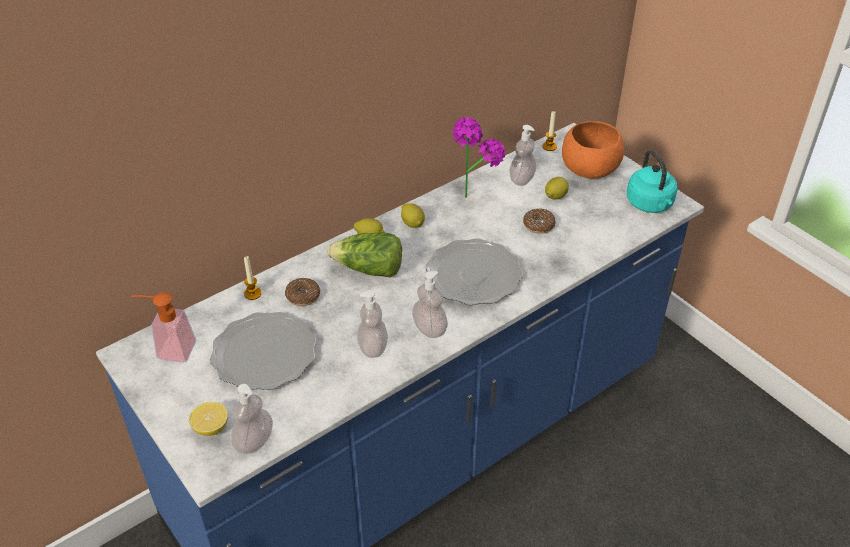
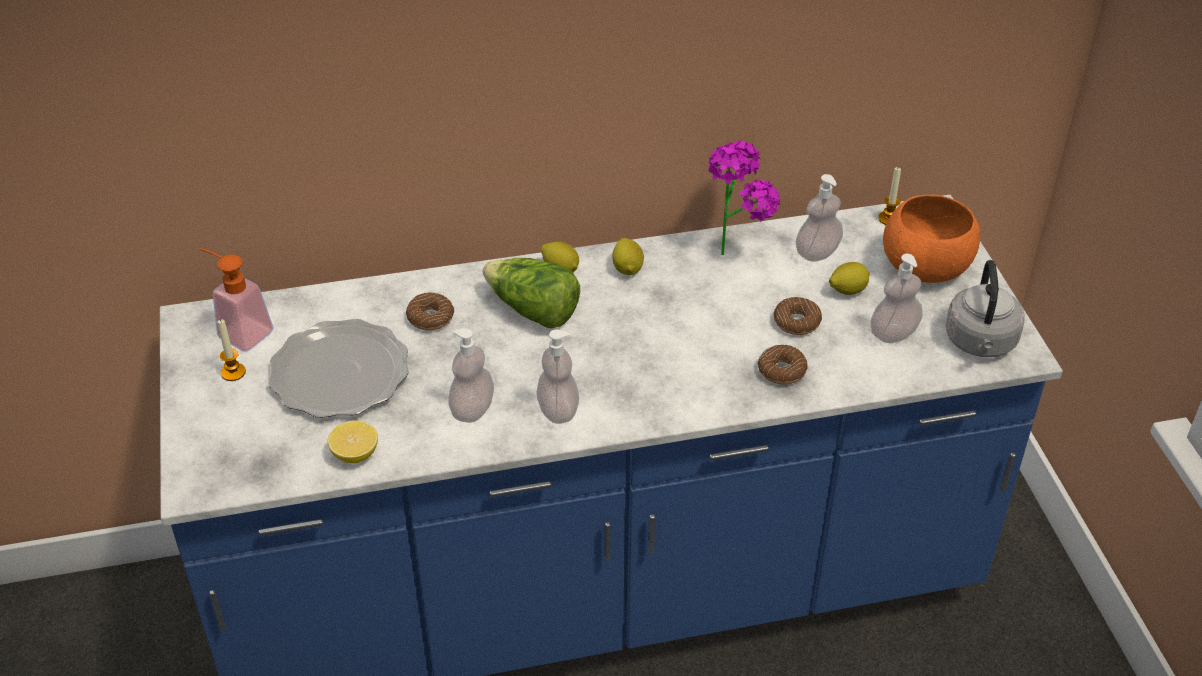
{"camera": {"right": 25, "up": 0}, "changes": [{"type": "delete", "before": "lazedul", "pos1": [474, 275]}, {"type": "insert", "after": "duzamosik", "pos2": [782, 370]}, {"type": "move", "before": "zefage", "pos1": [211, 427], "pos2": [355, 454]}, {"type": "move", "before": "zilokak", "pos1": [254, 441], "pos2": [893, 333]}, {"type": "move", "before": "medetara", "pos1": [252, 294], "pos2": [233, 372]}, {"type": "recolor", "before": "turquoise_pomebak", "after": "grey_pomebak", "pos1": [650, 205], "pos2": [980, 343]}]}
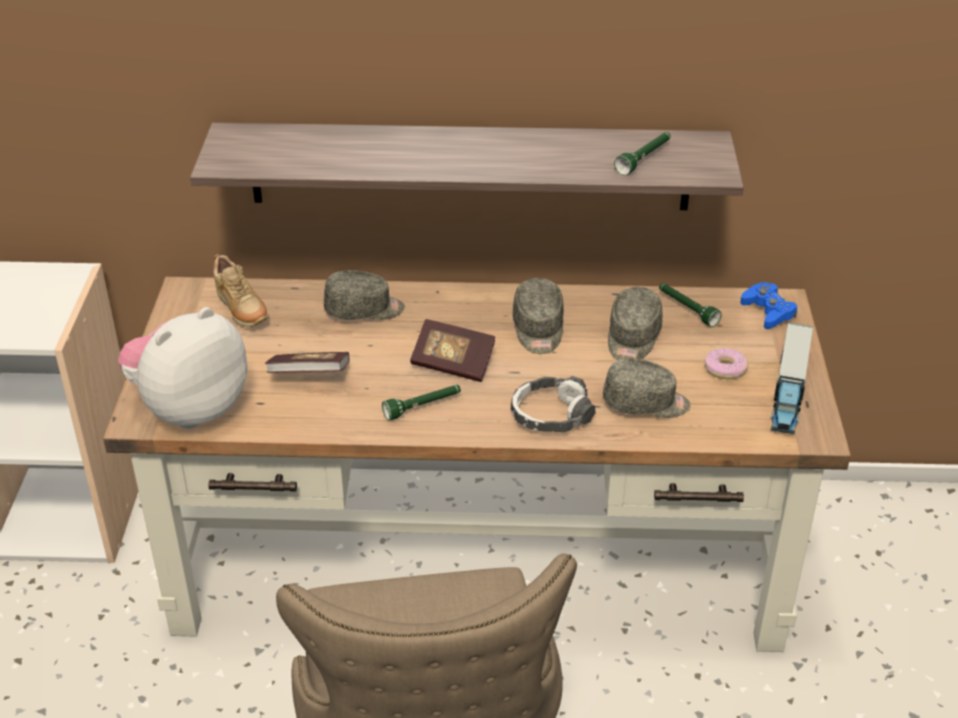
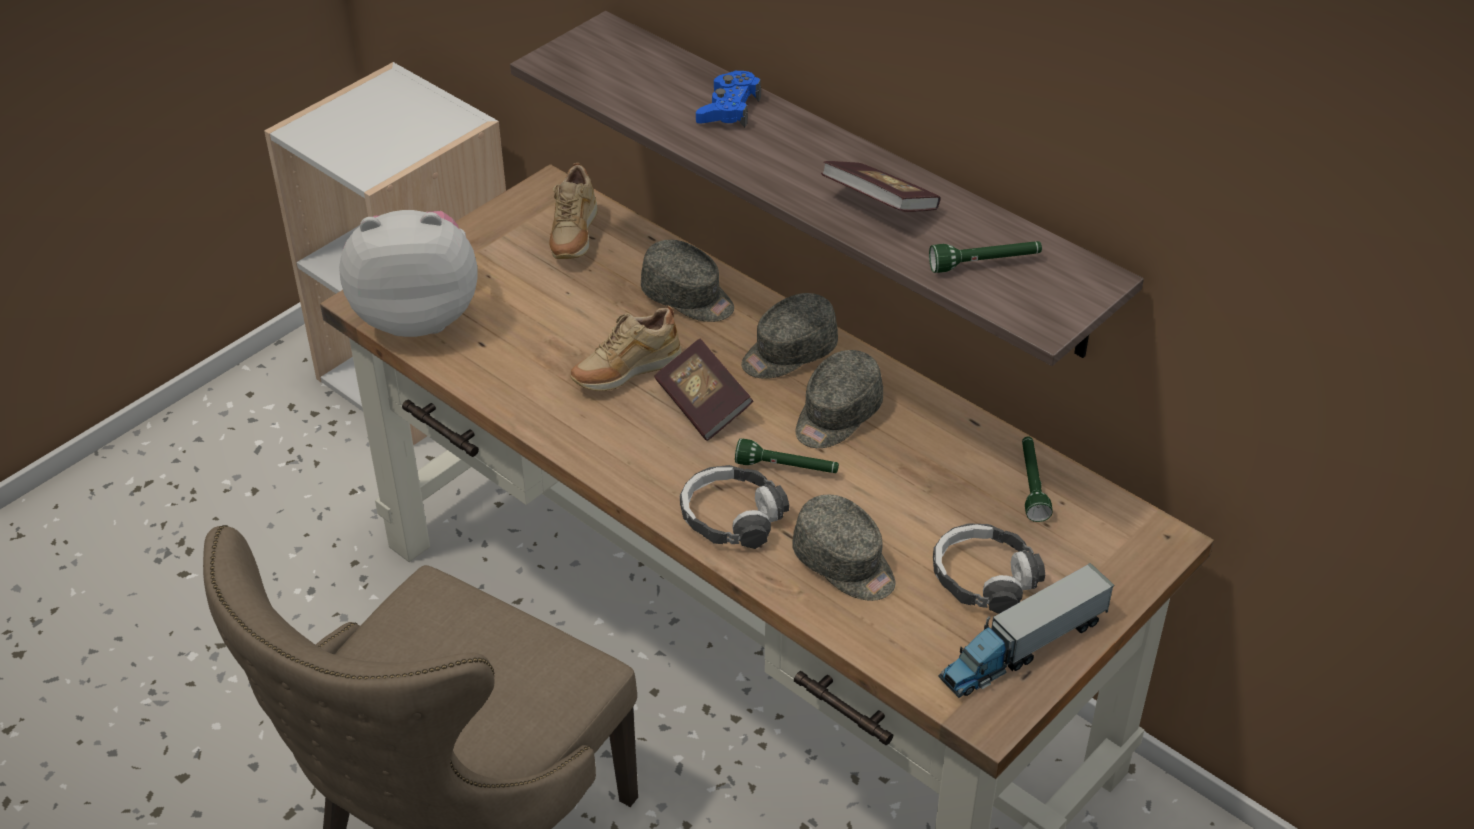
{"camera": {"right": 40, "up": 5}, "changes": [{"type": "insert", "after": "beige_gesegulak", "pos2": [625, 374]}, {"type": "move", "before": "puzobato", "pos1": [309, 376], "pos2": [879, 205]}, {"type": "move", "before": "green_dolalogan", "pos1": [423, 407], "pos2": [787, 468]}, {"type": "move", "before": "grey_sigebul", "pos1": [632, 338], "pos2": [788, 353]}, {"type": "move", "before": "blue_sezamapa", "pos1": [768, 311], "pos2": [729, 109]}, {"type": "replace", "before": "duzamosik", "after": "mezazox", "pos1": [725, 369], "pos2": [984, 578]}]}
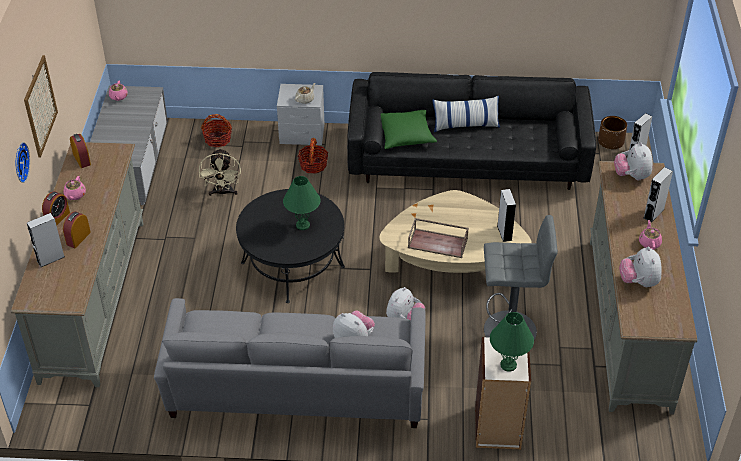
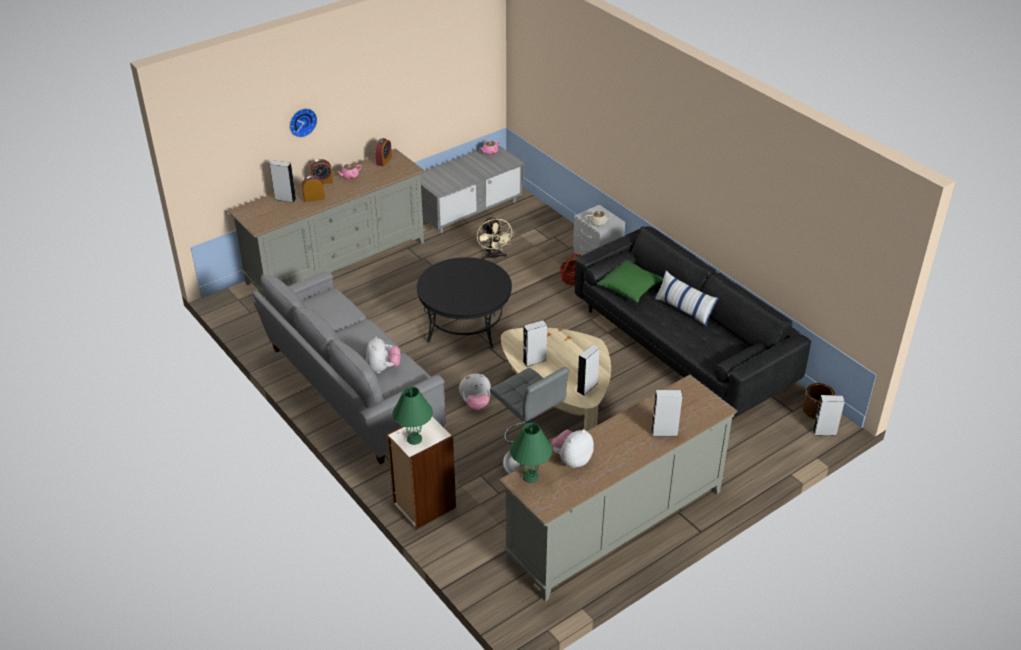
{"camera": {"right": 50, "up": -5}, "changes": [{"type": "delete", "before": "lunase", "pos1": [39, 105]}, {"type": "delete", "before": "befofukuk", "pos1": [218, 139]}, {"type": "delete", "before": "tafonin", "pos1": [631, 176]}, {"type": "delete", "before": "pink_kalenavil", "pos1": [649, 243]}, {"type": "move", "before": "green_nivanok", "pos1": [303, 225], "pos2": [531, 477]}, {"type": "replace", "before": "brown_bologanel", "after": "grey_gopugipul", "pos1": [438, 243], "pos2": [534, 361]}, {"type": "rotate", "before": "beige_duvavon", "pos1": [223, 192], "pos2": [494, 257], "turn": -60}]}
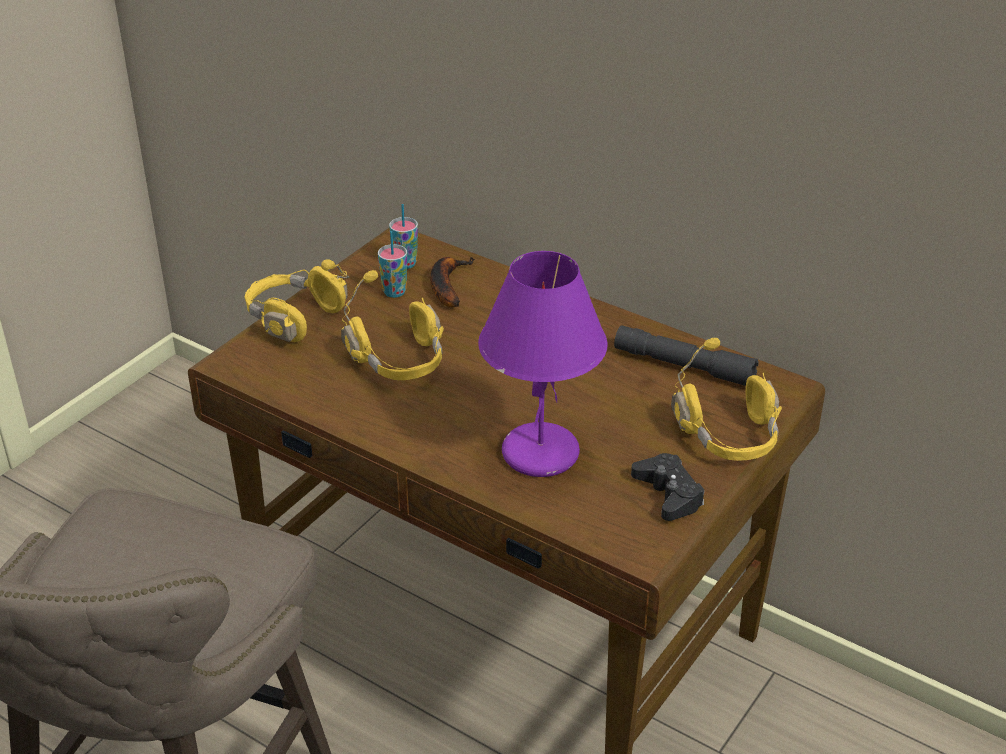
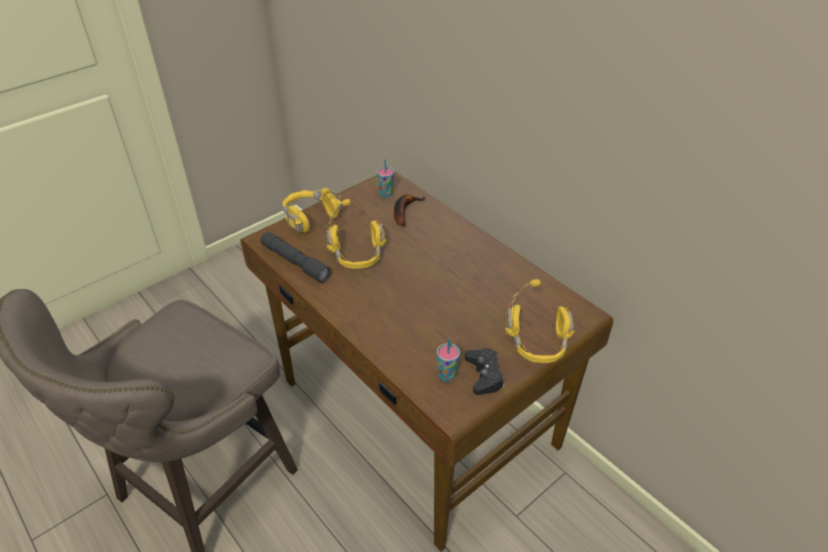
{"camera": {"right": 15, "up": 5}, "changes": [{"type": "delete", "before": "purple_nivanok", "pos1": [539, 452]}, {"type": "move", "before": "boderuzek", "pos1": [394, 292], "pos2": [447, 375]}, {"type": "move", "before": "grey_dolalogan", "pos1": [683, 366], "pos2": [295, 262]}]}
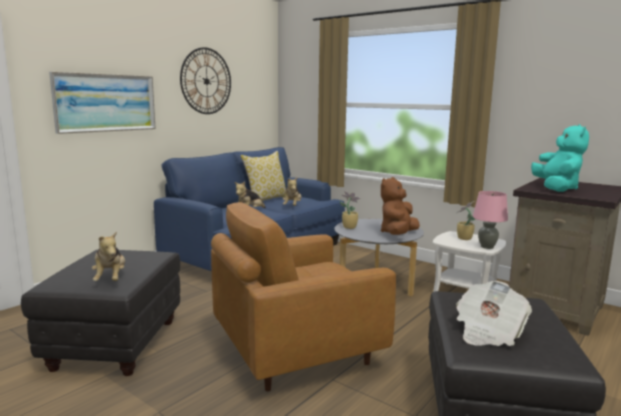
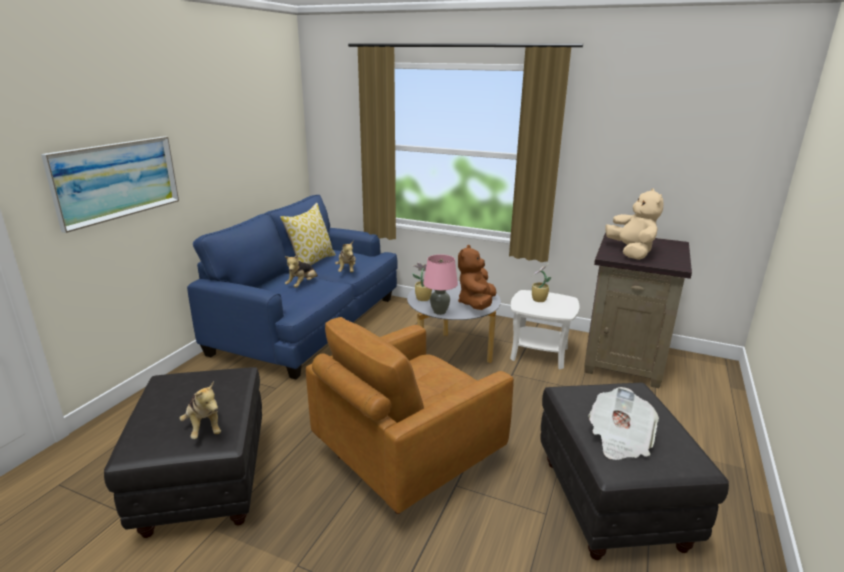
{"camera": {"right": -15, "up": 10}, "changes": [{"type": "delete", "before": "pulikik", "pos1": [206, 81]}, {"type": "move", "before": "pink_nivanok", "pos1": [487, 247], "pos2": [439, 312]}, {"type": "recolor", "before": "turquoise_tafonin", "after": "beige_tafonin", "pos1": [556, 188], "pos2": [631, 252]}]}
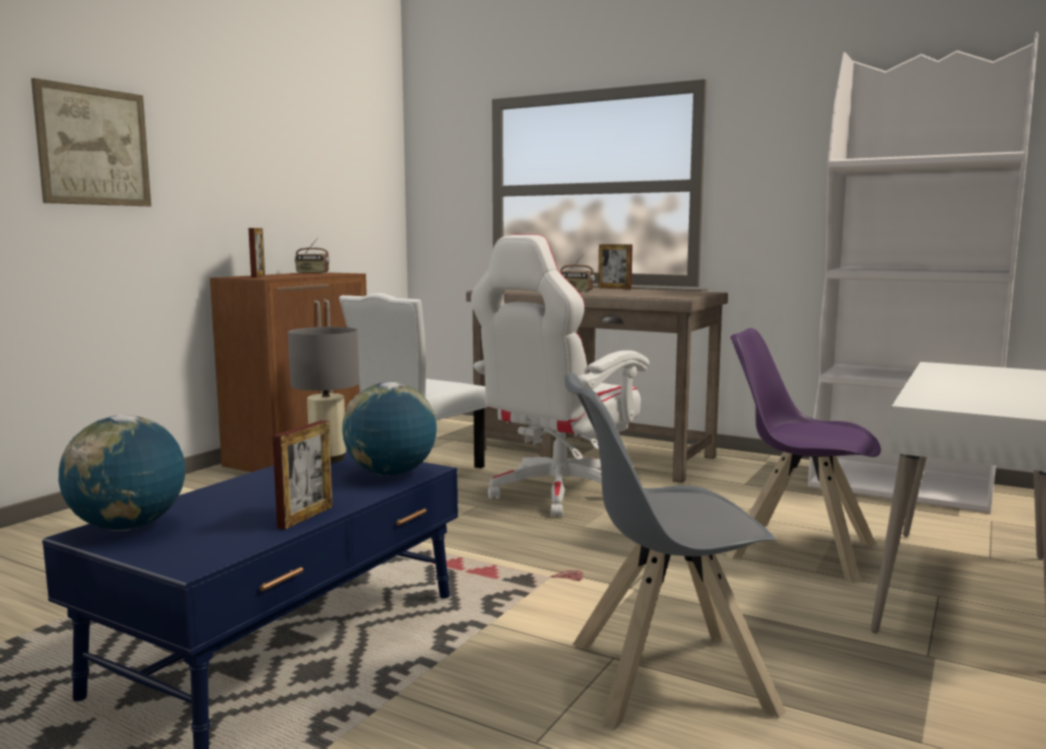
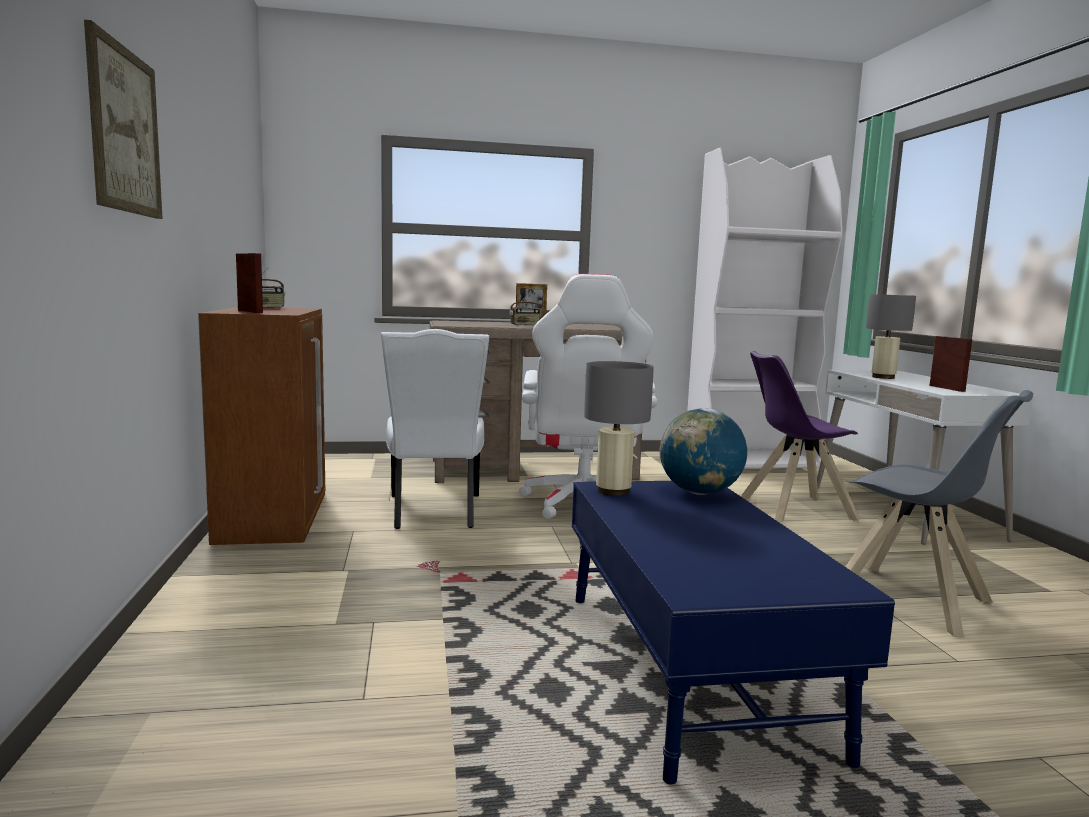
{"camera": {"right": -40, "up": 0}, "changes": [{"type": "delete", "before": "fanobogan", "pos1": [128, 527]}, {"type": "insert", "after": "grey_nivanok", "pos2": [882, 377]}, {"type": "move", "before": "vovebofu", "pos1": [305, 517], "pos2": [946, 388]}, {"type": "rotate", "before": "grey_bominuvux", "pos1": [663, 677], "pos2": [914, 601], "turn": -90}]}
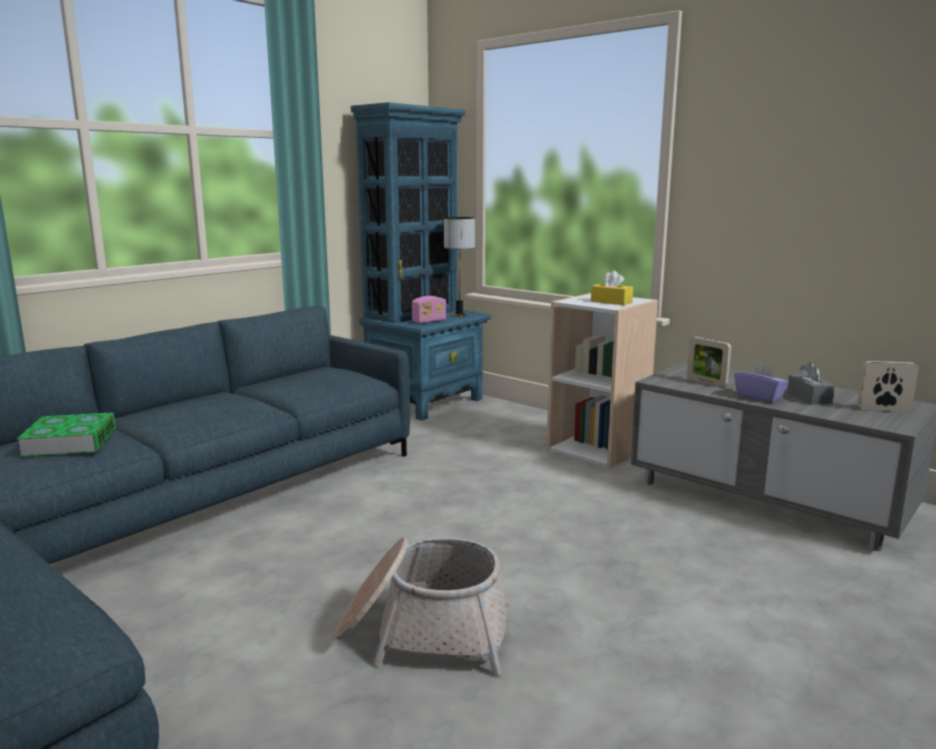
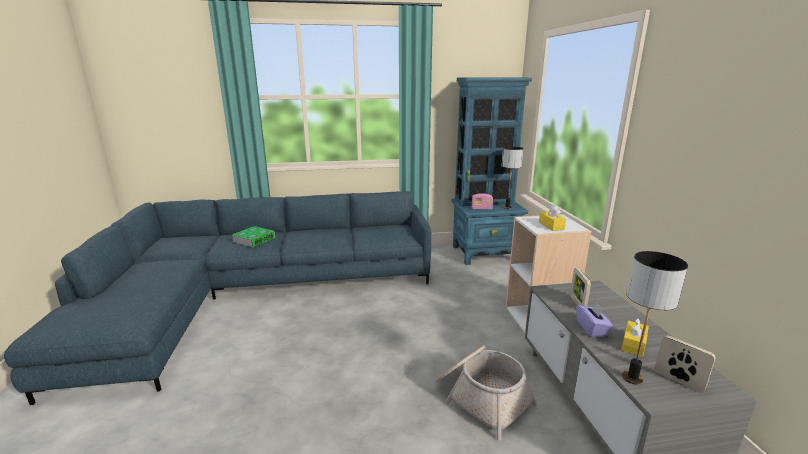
{"camera": {"right": 40, "up": 5}, "changes": [{"type": "insert", "after": "nivanok", "pos2": [632, 378]}, {"type": "move", "before": "befofukuk", "pos1": [424, 632], "pos2": [481, 397]}, {"type": "recolor", "before": "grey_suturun", "after": "yellow_suturun", "pos1": [809, 397], "pos2": [633, 344]}]}
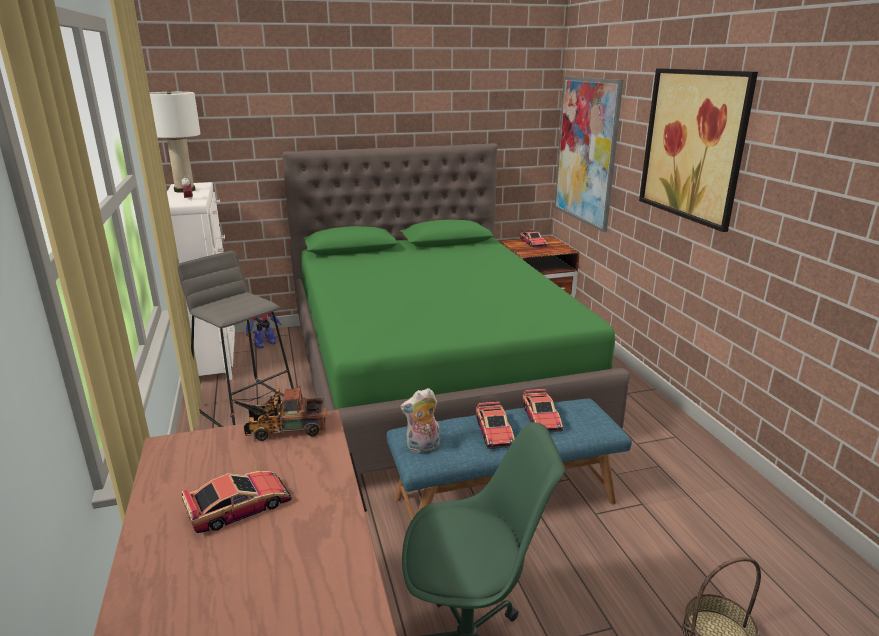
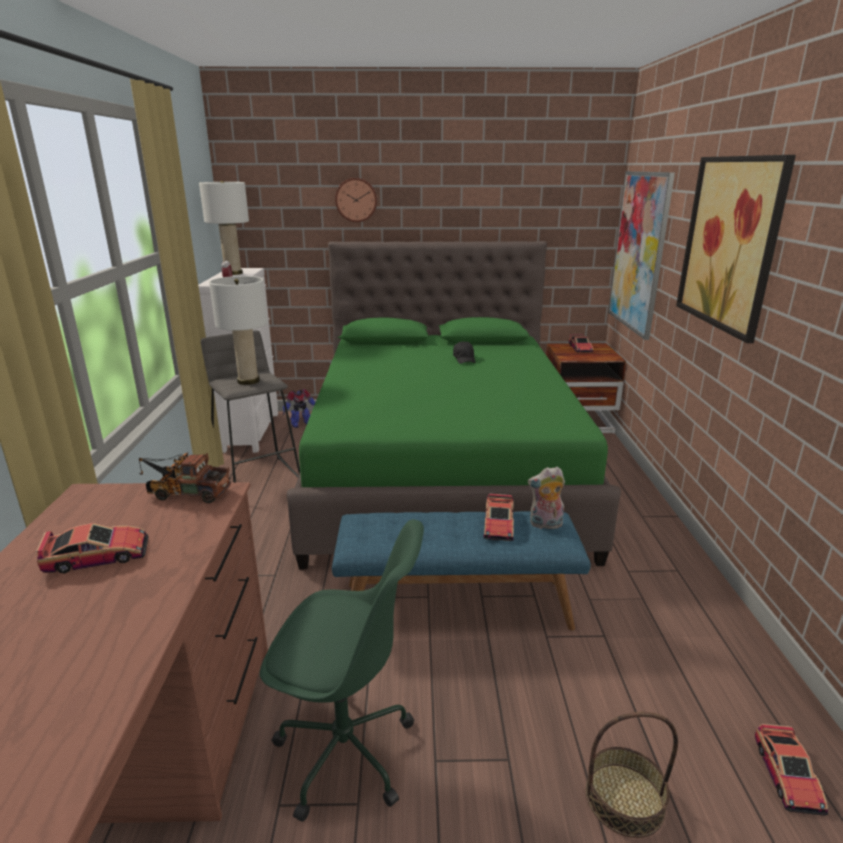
{"camera": {"right": 15, "up": 0}, "changes": [{"type": "insert", "after": "white_nivanok", "pos2": [248, 381]}, {"type": "insert", "after": "pulikik", "pos2": [356, 200]}, {"type": "insert", "after": "black_sigebul", "pos2": [464, 359]}, {"type": "move", "before": "tafonin", "pos1": [422, 447], "pos2": [545, 525]}, {"type": "move", "before": "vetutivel", "pos1": [494, 432], "pos2": [787, 776]}]}
